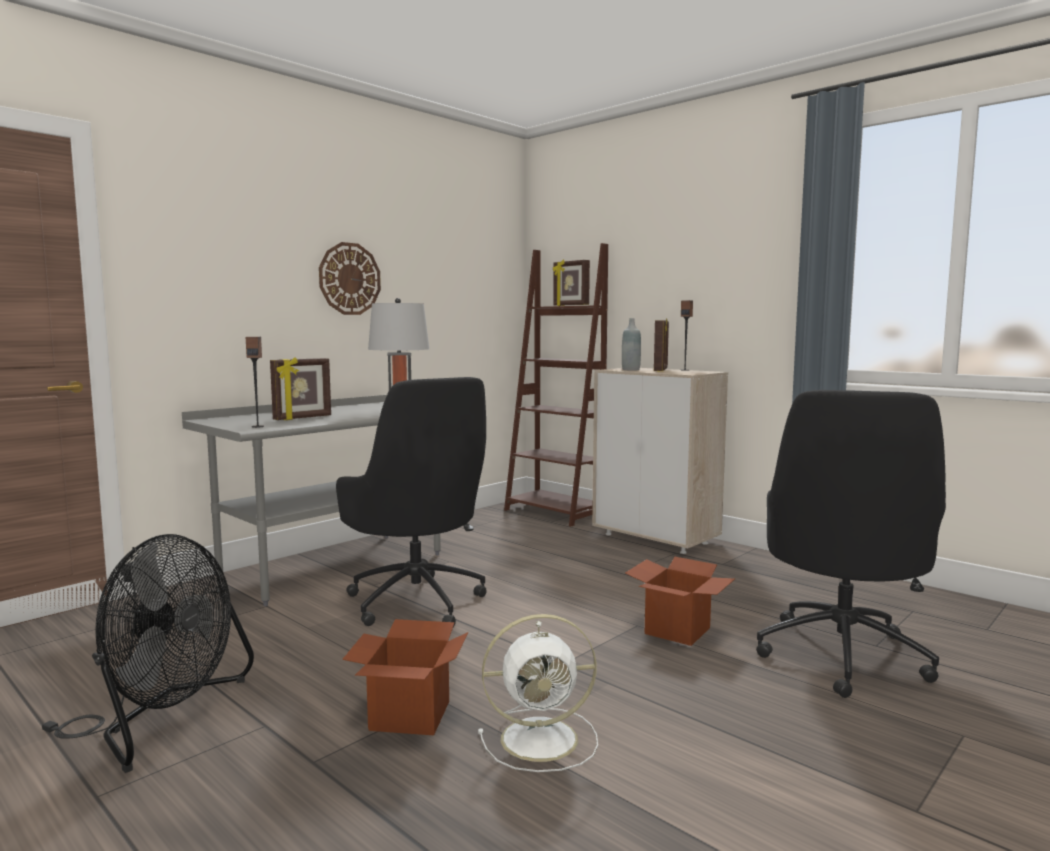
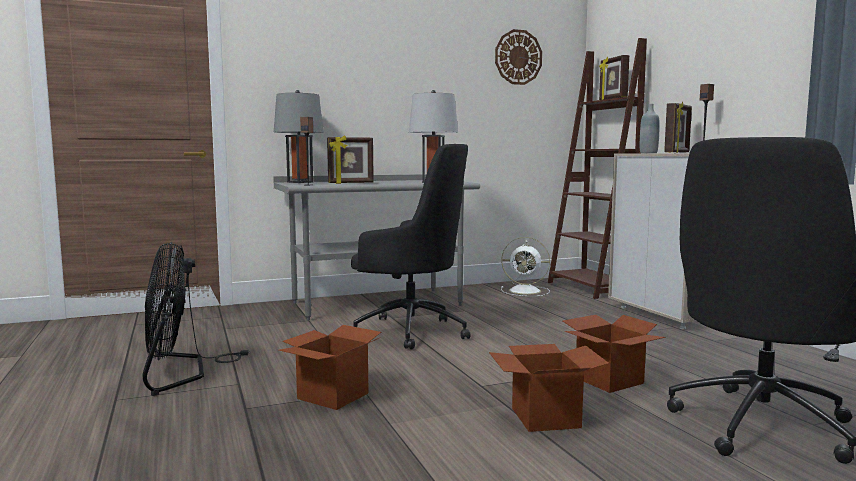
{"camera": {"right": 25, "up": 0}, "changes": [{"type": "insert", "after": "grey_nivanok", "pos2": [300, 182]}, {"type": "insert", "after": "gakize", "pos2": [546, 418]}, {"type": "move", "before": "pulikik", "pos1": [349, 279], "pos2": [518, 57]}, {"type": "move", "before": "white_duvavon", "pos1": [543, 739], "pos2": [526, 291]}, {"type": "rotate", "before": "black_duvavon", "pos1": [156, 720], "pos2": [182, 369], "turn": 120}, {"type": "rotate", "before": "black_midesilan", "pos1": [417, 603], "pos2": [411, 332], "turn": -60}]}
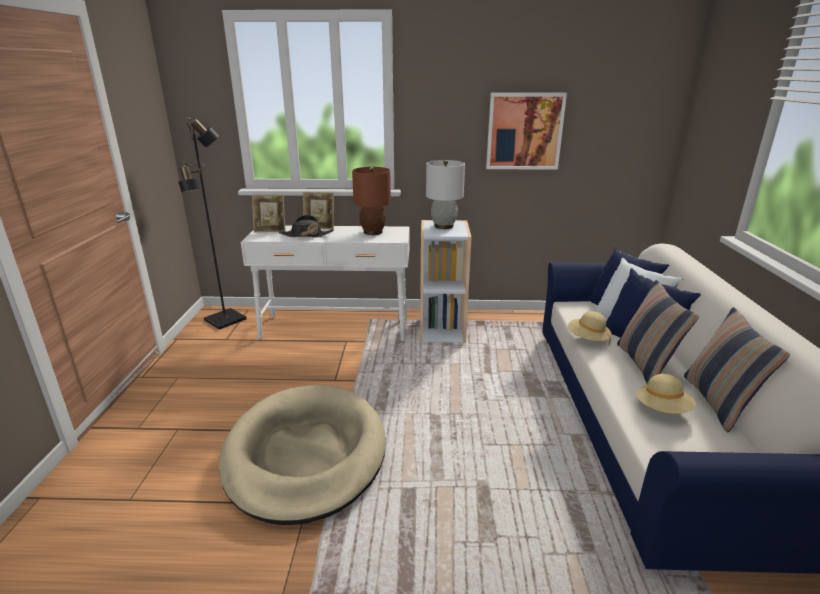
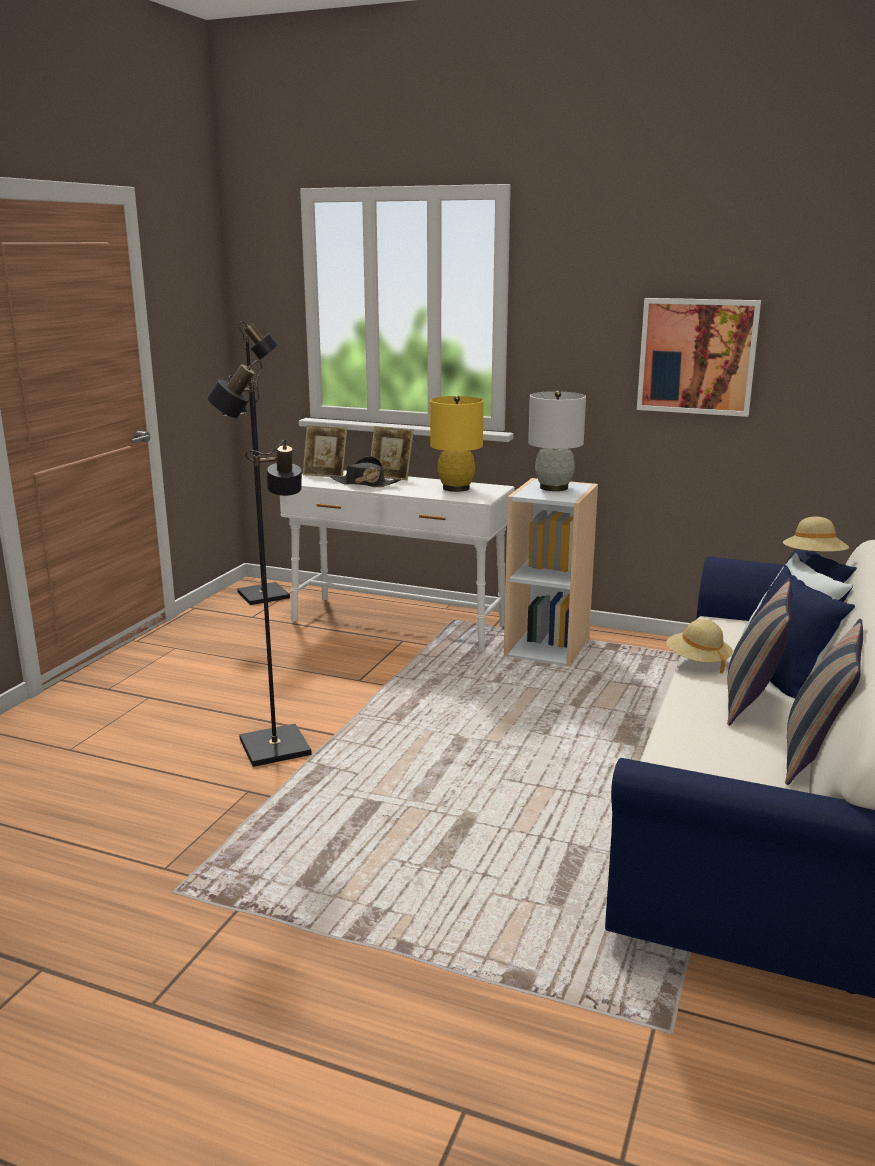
{"camera": {"right": 20, "up": -5}, "changes": [{"type": "move", "before": "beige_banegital", "pos1": [662, 409], "pos2": [813, 559]}, {"type": "replace", "before": "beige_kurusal", "after": "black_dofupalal", "pos1": [306, 454], "pos2": [275, 747]}, {"type": "recolor", "before": "brown_nivanok", "after": "yellow_nivanok", "pos1": [373, 232], "pos2": [455, 488]}]}
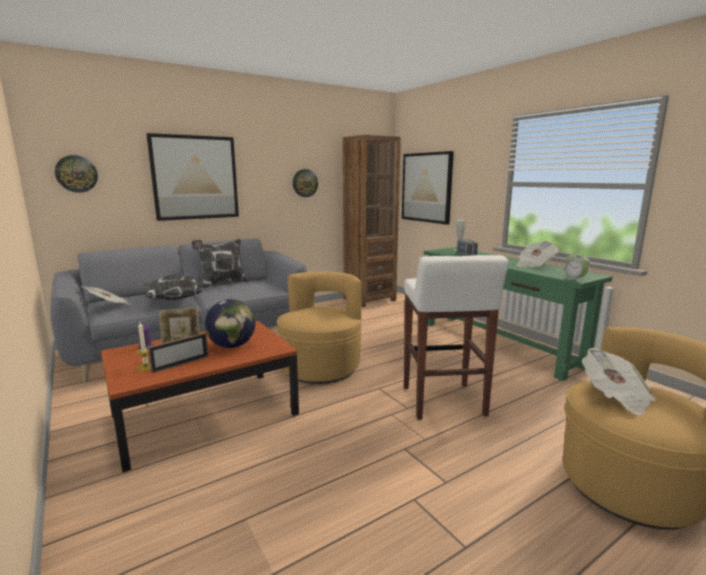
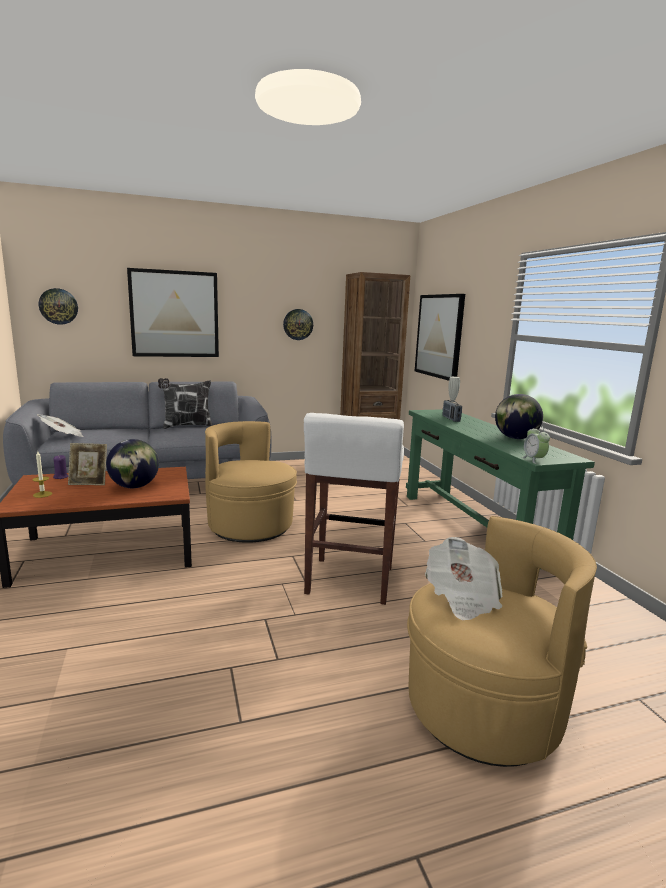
{"camera": {"right": 15, "up": 0}, "changes": [{"type": "delete", "before": "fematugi", "pos1": [174, 299]}, {"type": "delete", "before": "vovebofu", "pos1": [181, 364]}, {"type": "replace", "before": "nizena", "after": "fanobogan", "pos1": [534, 265], "pos2": [515, 438]}, {"type": "rotate", "before": "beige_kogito", "pos1": [320, 368], "pos2": [251, 526], "turn": -90}]}
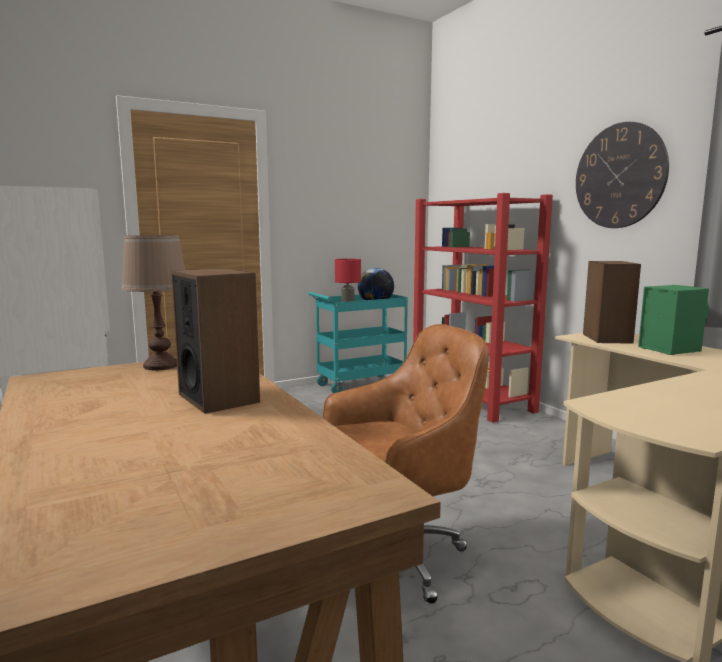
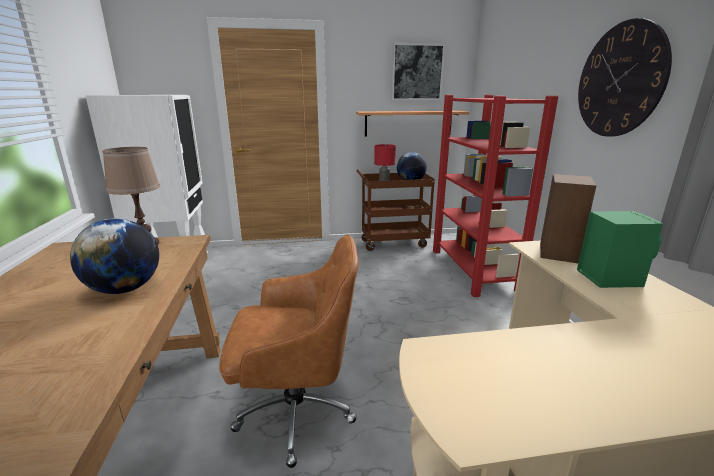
{"camera": {"right": 20, "up": 10}, "changes": [{"type": "insert", "after": "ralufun", "pos2": [408, 123]}, {"type": "insert", "after": "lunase", "pos2": [417, 72]}, {"type": "replace", "before": "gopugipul", "after": "fanobogan", "pos1": [219, 398], "pos2": [125, 289]}, {"type": "recolor", "before": "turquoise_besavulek", "after": "brown_besavulek", "pos1": [358, 385], "pos2": [392, 244]}]}
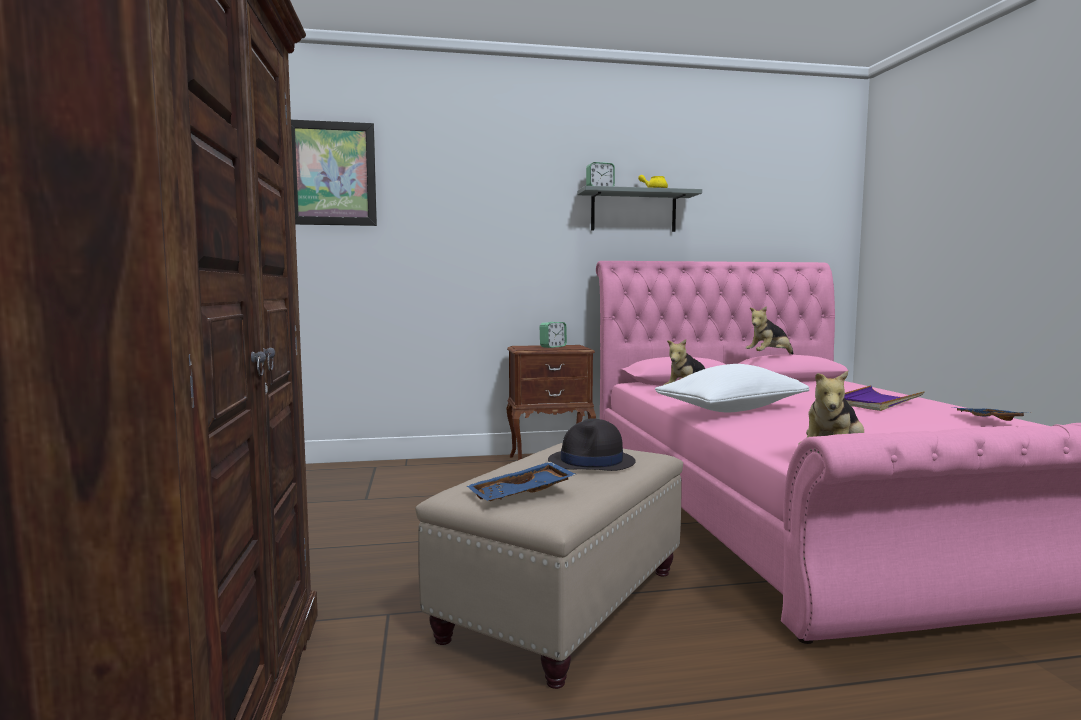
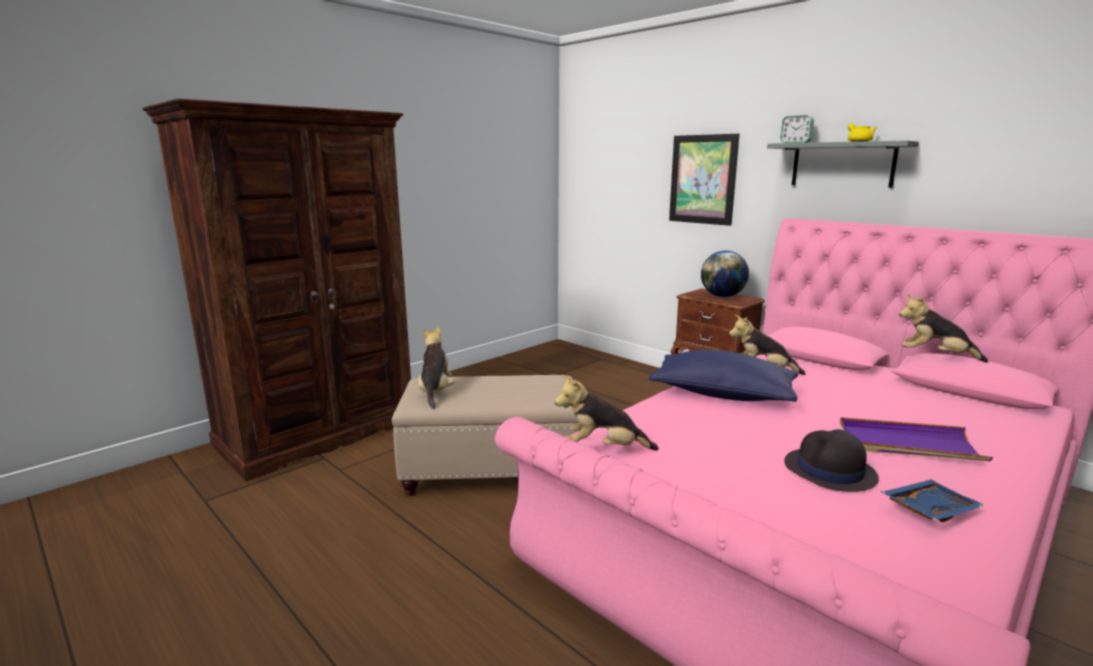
{"camera": {"right": 55, "up": 10}, "changes": [{"type": "move", "before": "lunase", "pos1": [332, 174], "pos2": [702, 179]}, {"type": "move", "before": "black_banegital", "pos1": [591, 462], "pos2": [829, 471]}, {"type": "replace", "before": "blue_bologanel", "after": "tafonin", "pos1": [522, 495], "pos2": [435, 392]}, {"type": "replace", "before": "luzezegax", "after": "fanobogan", "pos1": [553, 346], "pos2": [722, 296]}, {"type": "recolor", "before": "white_fematugi", "after": "blue_fematugi", "pos1": [731, 410], "pos2": [722, 394]}]}
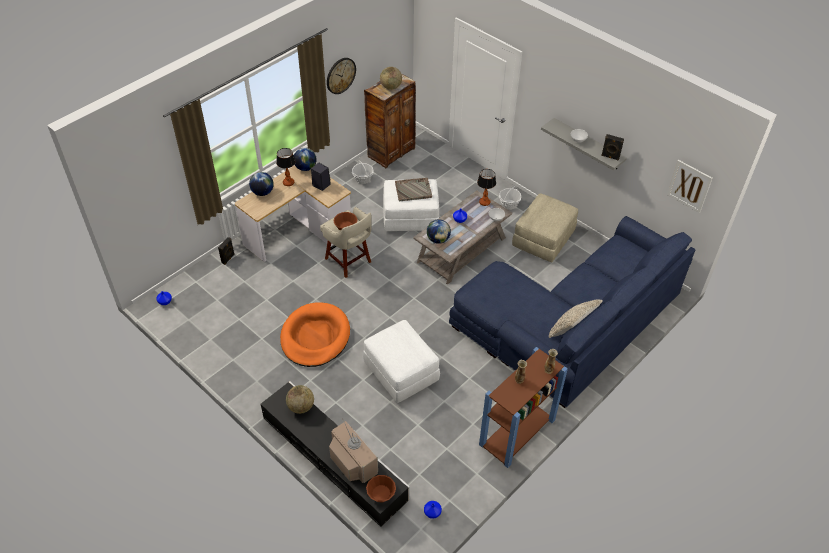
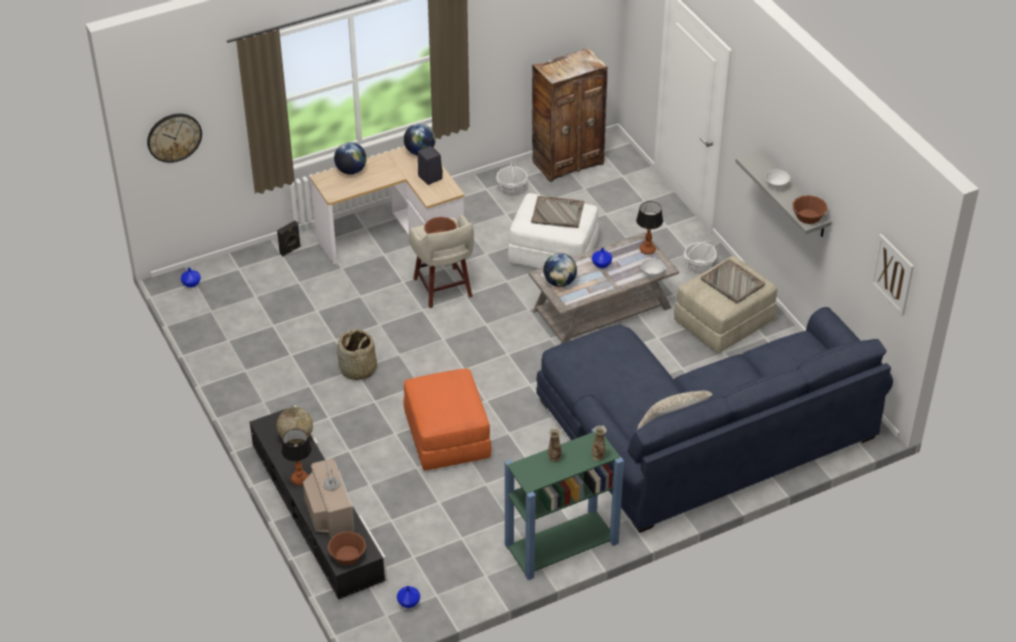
{"camera": {"right": 20, "up": -5}, "changes": [{"type": "delete", "before": "fanobogan", "pos1": [391, 87]}, {"type": "insert", "after": "grey_bologanel", "pos2": [733, 283]}, {"type": "move", "before": "nivanok", "pos1": [288, 182], "pos2": [300, 479]}, {"type": "move", "before": "pulikik", "pos1": [340, 75], "pos2": [174, 137]}, {"type": "replace", "before": "orange_kurusal", "after": "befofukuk", "pos1": [315, 337], "pos2": [358, 369]}, {"type": "replace", "before": "black_gopugipul", "after": "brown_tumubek", "pos1": [610, 157], "pos2": [808, 216]}, {"type": "recolor", "before": "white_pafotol", "after": "orange_pafotol", "pos1": [400, 372], "pos2": [446, 436]}, {"type": "recolor", "before": "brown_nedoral", "after": "green_nedoral", "pos1": [516, 432], "pos2": [560, 544]}]}
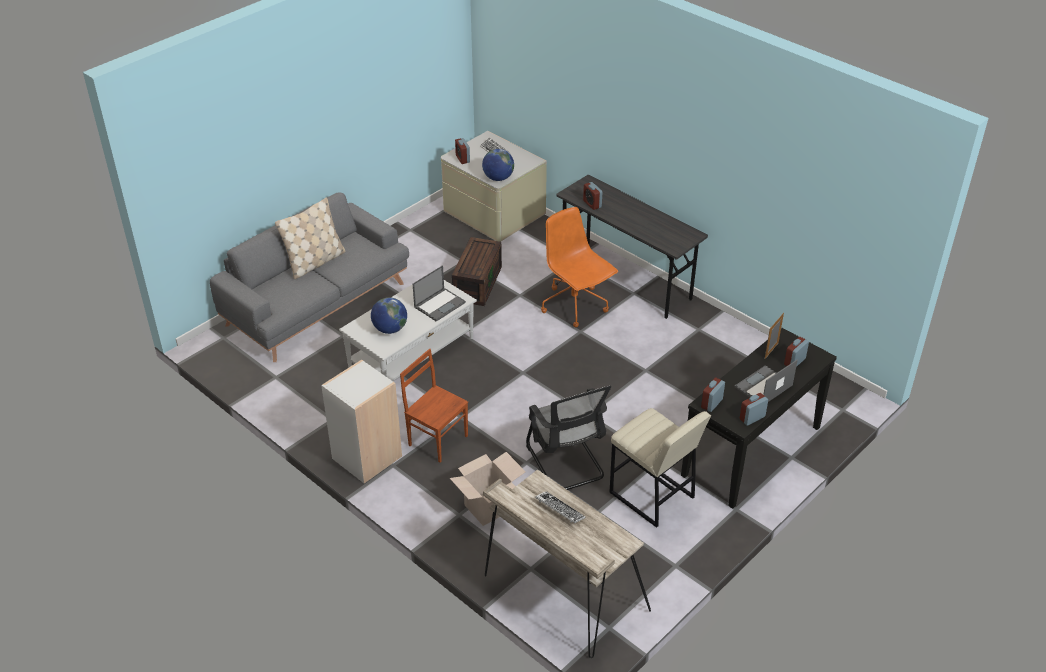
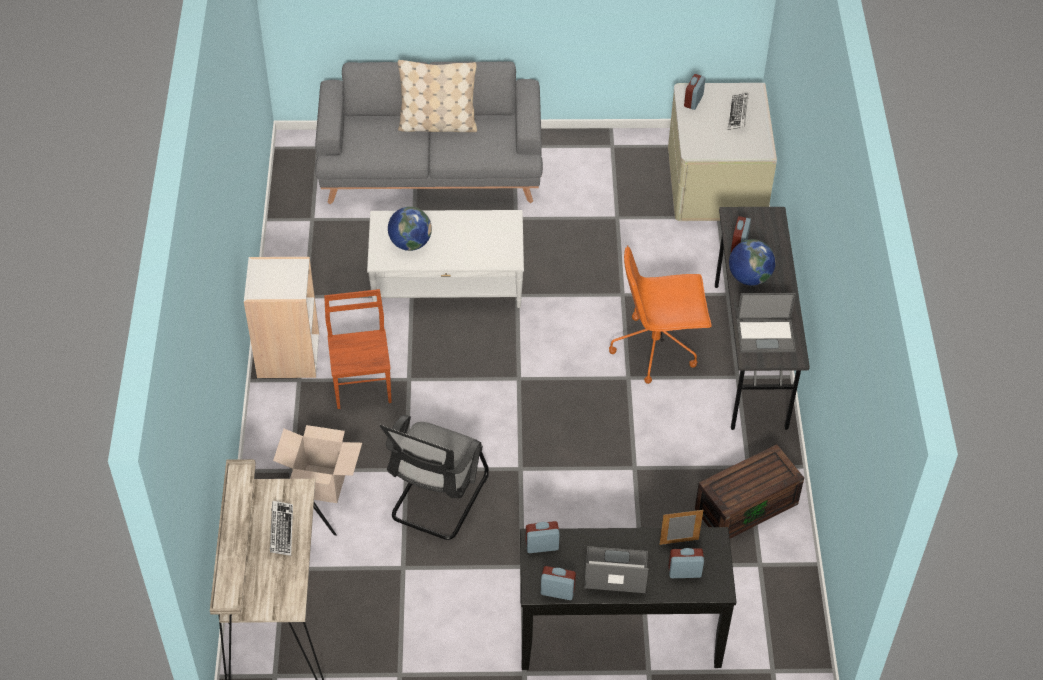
{"camera": {"right": 45, "up": 10}, "changes": [{"type": "delete", "before": "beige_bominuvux", "pos1": [653, 496]}, {"type": "move", "before": "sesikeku", "pos1": [440, 304], "pos2": [766, 335]}, {"type": "move", "before": "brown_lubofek", "pos1": [477, 283], "pos2": [746, 504]}, {"type": "move", "before": "fanobogan", "pos1": [498, 178], "pos2": [749, 277]}, {"type": "rotate", "before": "orange_midesilan", "pos1": [576, 307], "pos2": [658, 349], "turn": -105}]}
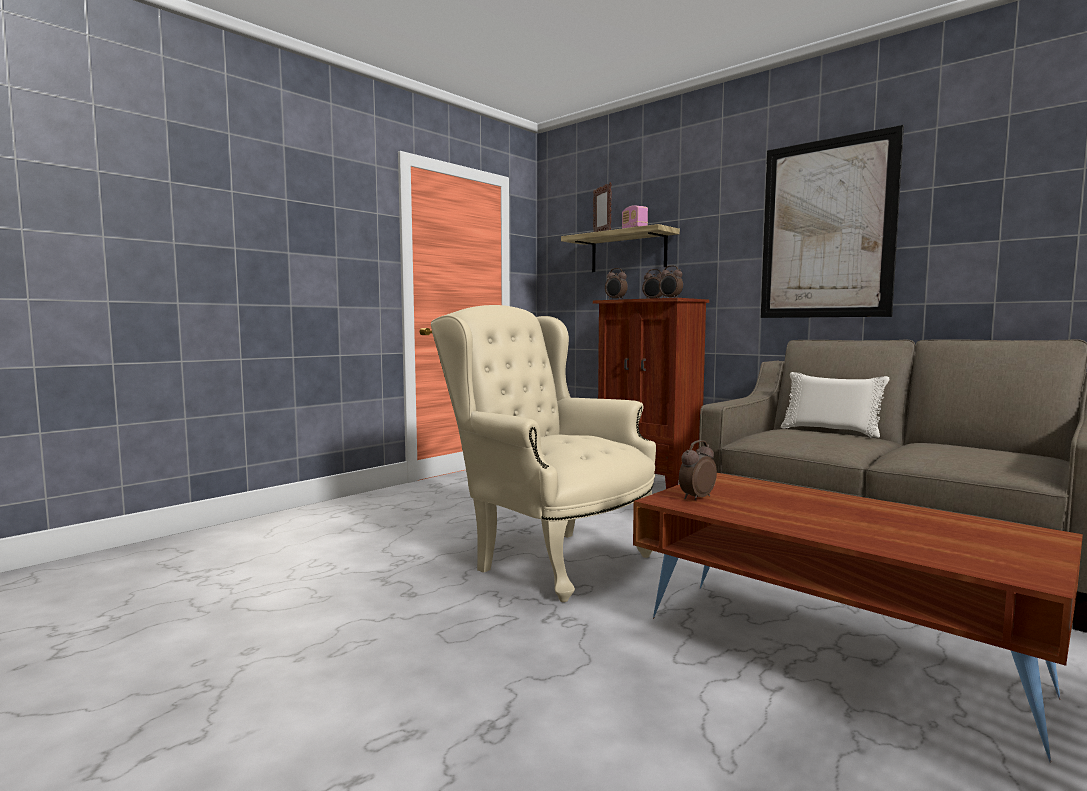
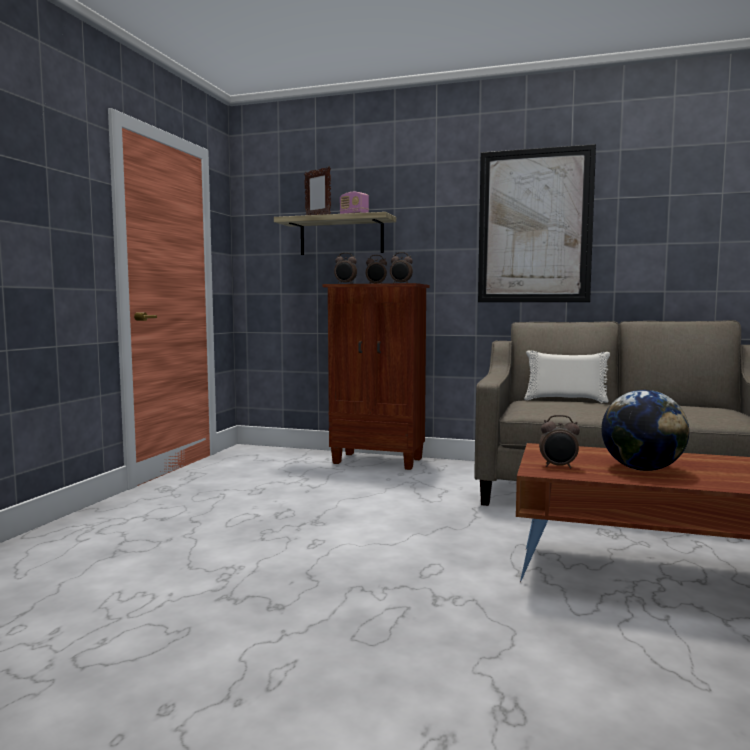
{"camera": {"right": -25, "up": 0}, "changes": [{"type": "delete", "before": "beige_kogito", "pos1": [550, 559]}, {"type": "insert", "after": "fanobogan", "pos2": [642, 469]}, {"type": "rotate", "before": "luzezegax", "pos1": [696, 498], "pos2": [558, 467], "turn": -105}]}
